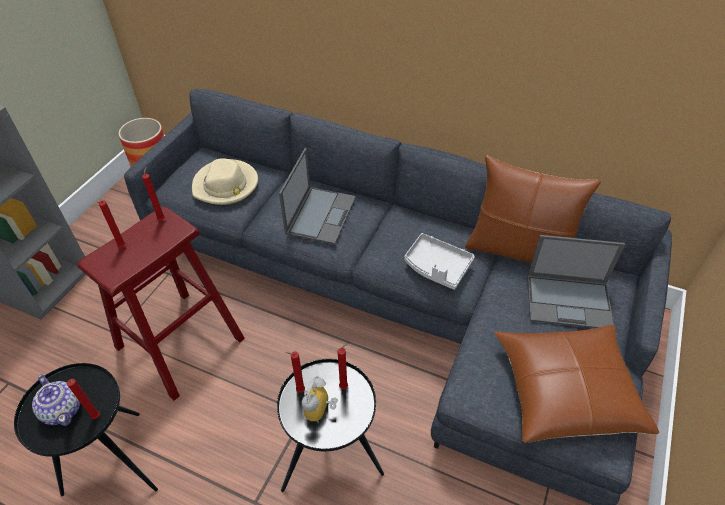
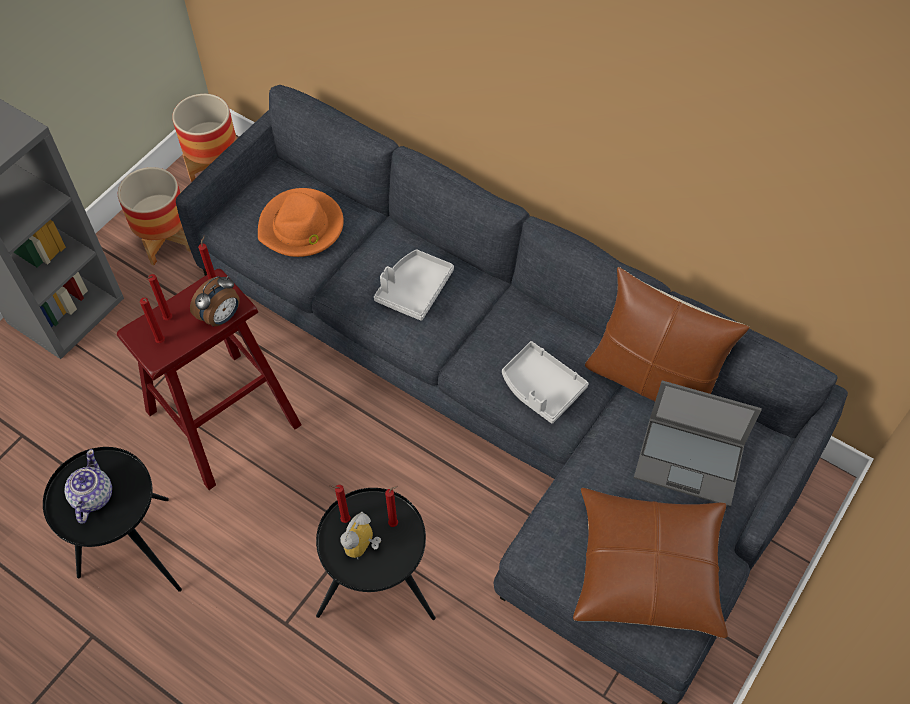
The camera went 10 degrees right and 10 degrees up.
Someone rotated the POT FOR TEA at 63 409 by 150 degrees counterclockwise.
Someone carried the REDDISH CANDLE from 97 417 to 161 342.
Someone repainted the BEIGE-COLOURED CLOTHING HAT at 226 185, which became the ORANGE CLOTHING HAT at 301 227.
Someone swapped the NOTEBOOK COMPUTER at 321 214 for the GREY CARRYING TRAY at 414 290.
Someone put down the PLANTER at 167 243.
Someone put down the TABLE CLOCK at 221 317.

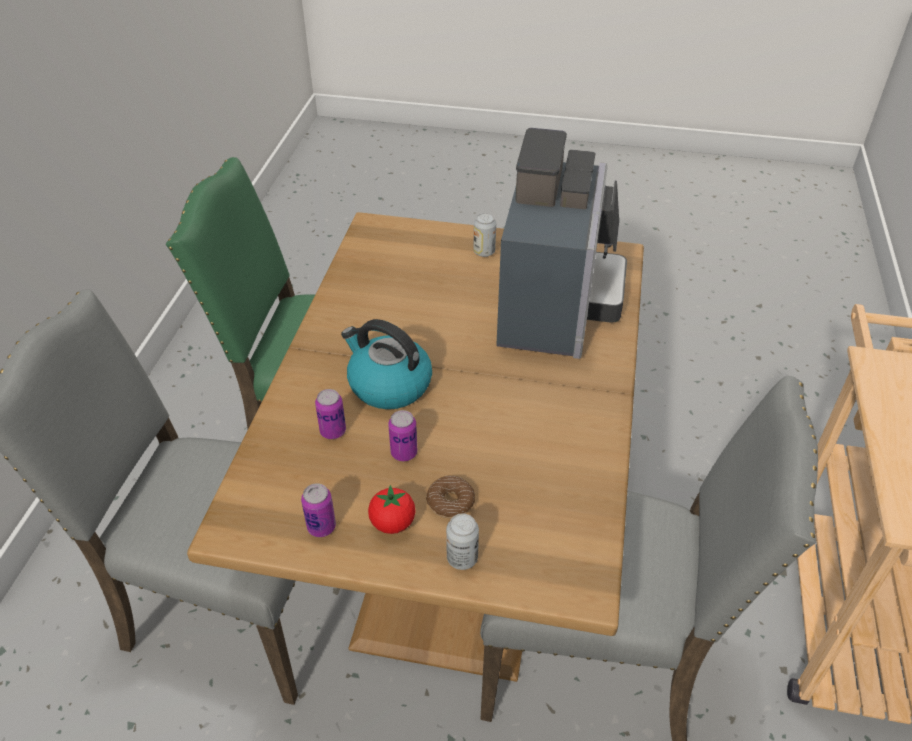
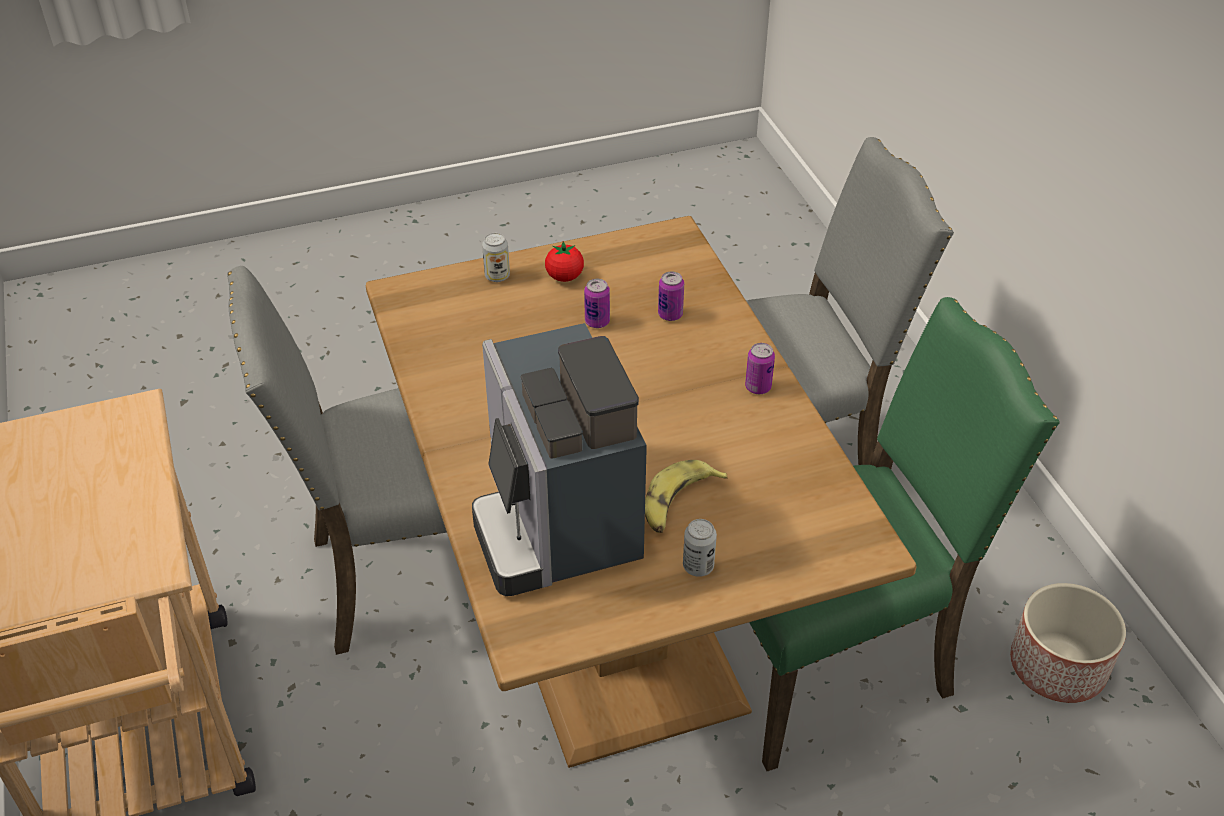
The camera went 150 degrees right and 0 degrees up.
Someone carried the SEALED CAN from 321 527 to 758 387.
Someone took away the KETTLE at 388 385.
Someone took away the RING DOUGHNUT at 450 502.
Someone put down the WHOLE BANANA at 678 503.
Someone put down the PLANTER at 1057 667.

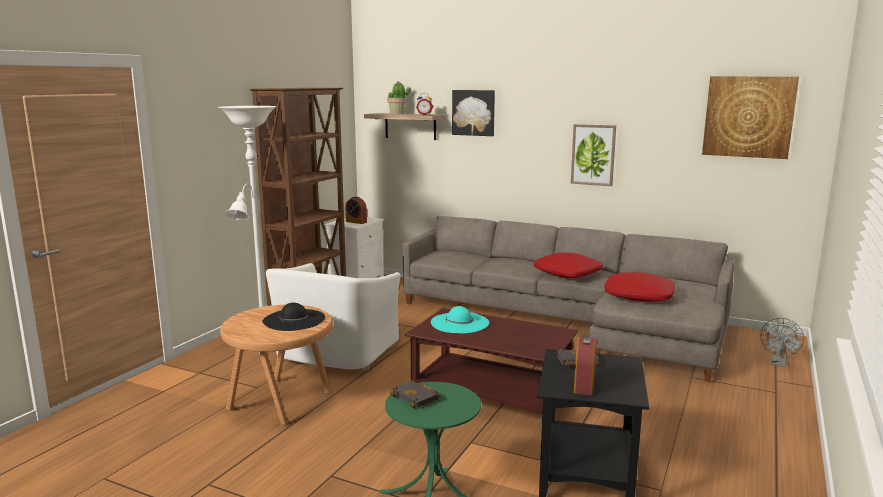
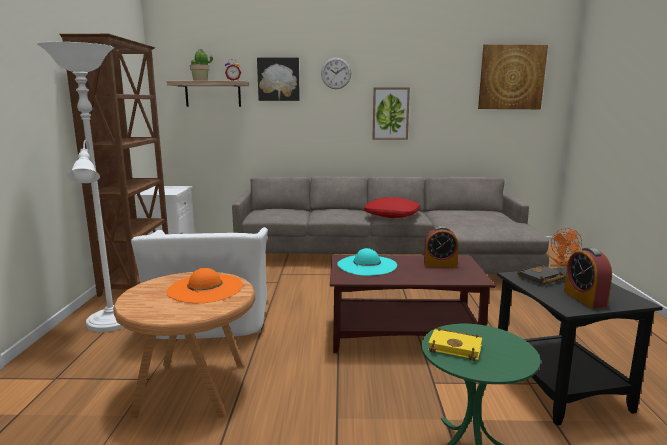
The camera went 25 degrees left and 0 degrees up.
Someone repainted the BLACK-COLOURED CLOTHING HAT at 294 320, which became the ORANGE CLOTHING HAT at 205 288.
Someone carried the TABLE CLOCK from 356 222 to 440 264.
Someone repainted the BLACK-COLOURED BOOK at 417 398, which became the YELLOWISH BOOK at 456 347.
Someone took away the REDDISH THROW PILLOW at 639 296.
Someone repainted the GREY FAN at 778 363, which became the ORANGE FAN at 562 264.
Someone put up the HANGING CLOCK at 336 73.

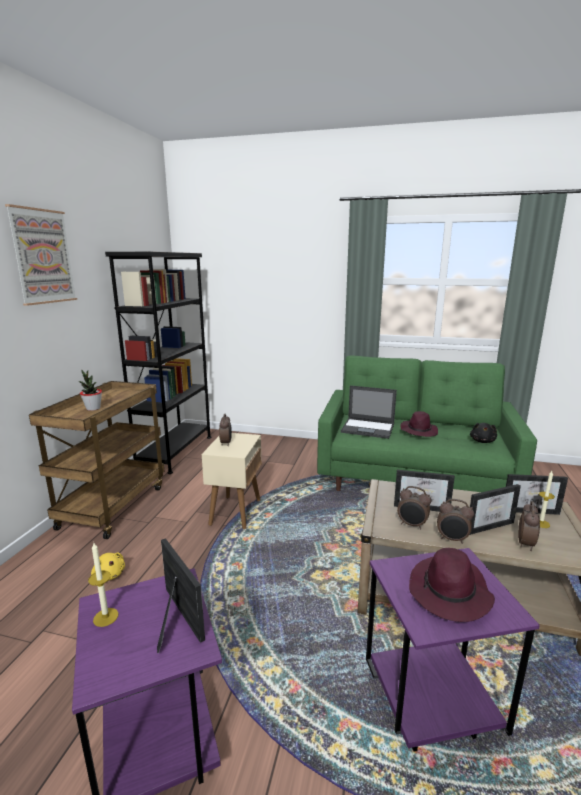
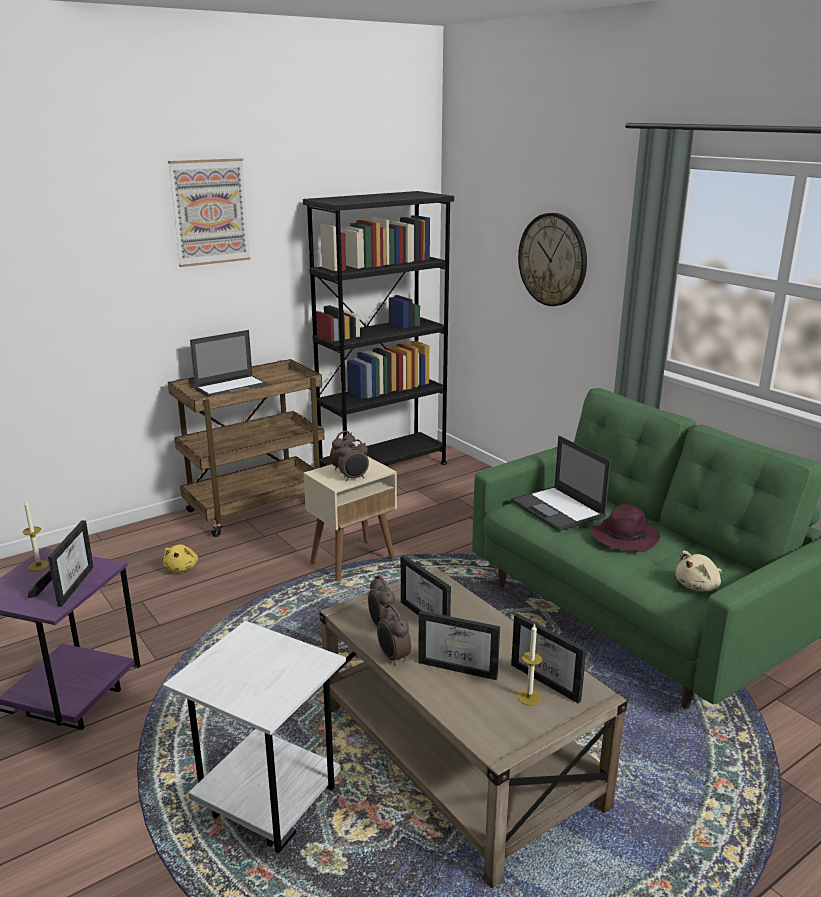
The camera went 40 degrees right and 5 degrees up.
Someone swapped the POTTED PLANT at 93 408 for the NOTEBOOK COMPUTER at 235 389.
Someone repainted the PURPLE-COLOURED ACCENT TABLE at 430 712, which became the WHITE ACCENT TABLE at 266 809.
Someone took away the PURPLE-COLOURED CLOTHING HAT at 449 592.
Someone repainted the BLACK-COLOURED PLUSH TOY at 482 441, which became the BEIGE-COLOURED PLUSH TOY at 698 586.
Someone carried the TABLE CLOCK from 526 544 to 354 478.
Someone put up the HANGING CLOCK at 553 259.

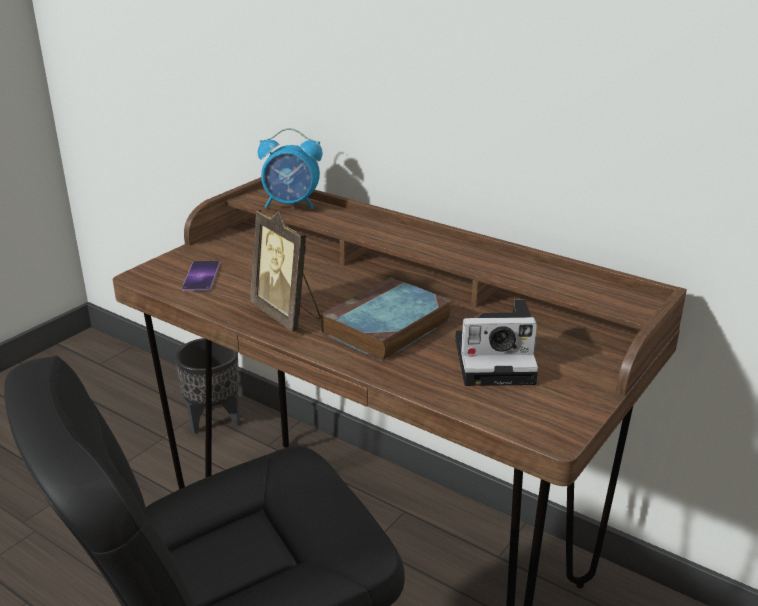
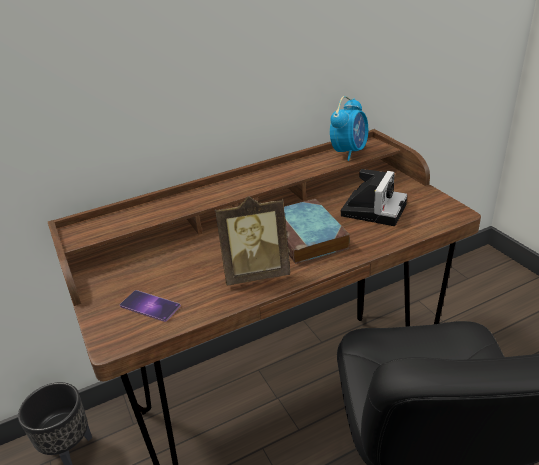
The camera went 60 degrees left and 5 degrees up.
Someone carried the TABLE CLOCK from 291 205 to 349 152.

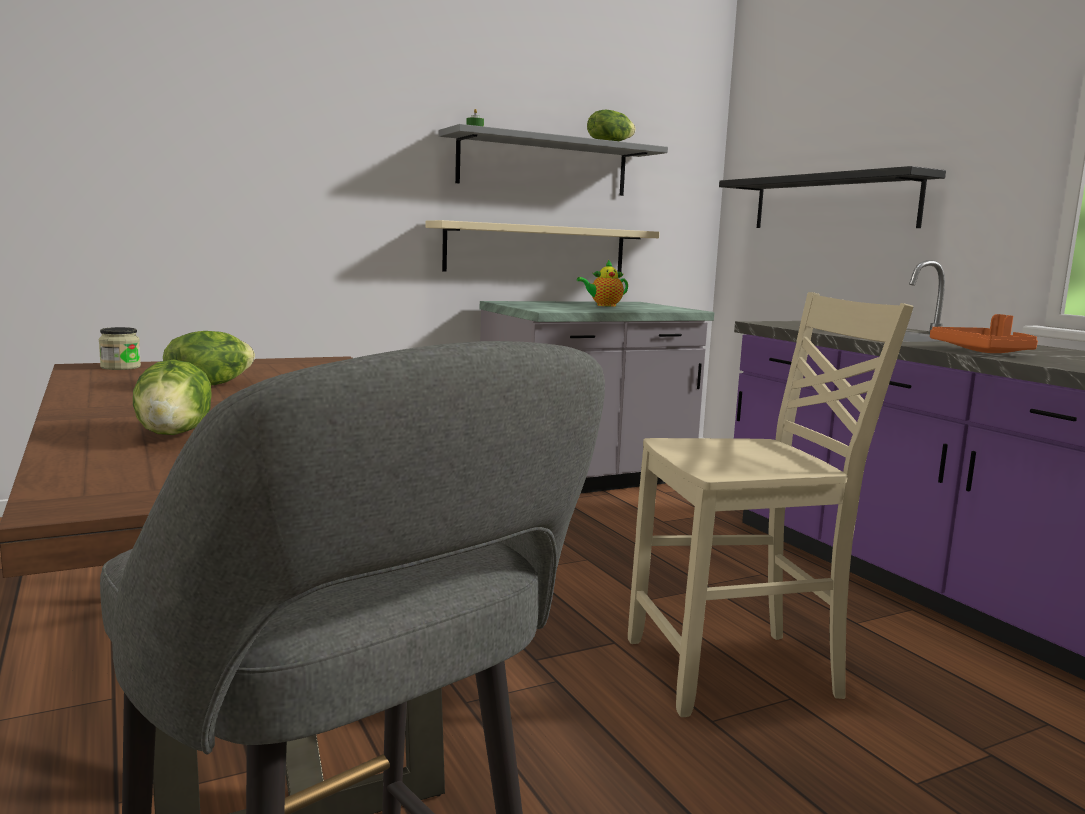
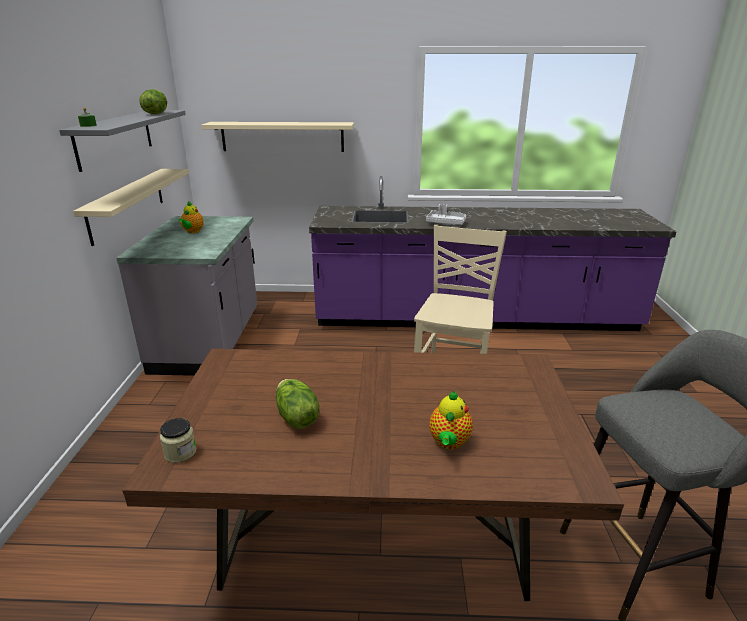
The camera went 60 degrees left and 15 degrees up.
Someone swapped the LETTUCE at 176 433 for the POT FOR TEA at 449 443.
Someone repainted the BLACK-COLOURED BRACKET SHELF at 832 203, which became the BEIGE-COLOURED BRACKET SHELF at 282 136.
Someone repainted the ORANGE CARRYING TRAY at 984 352, which became the GREY CARRYING TRAY at 445 223.

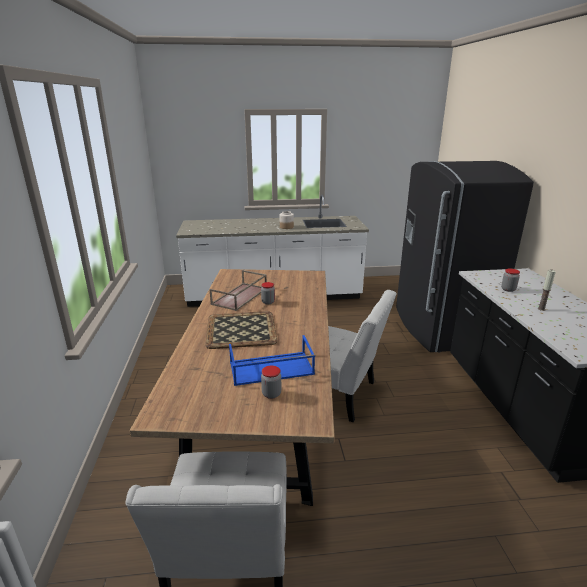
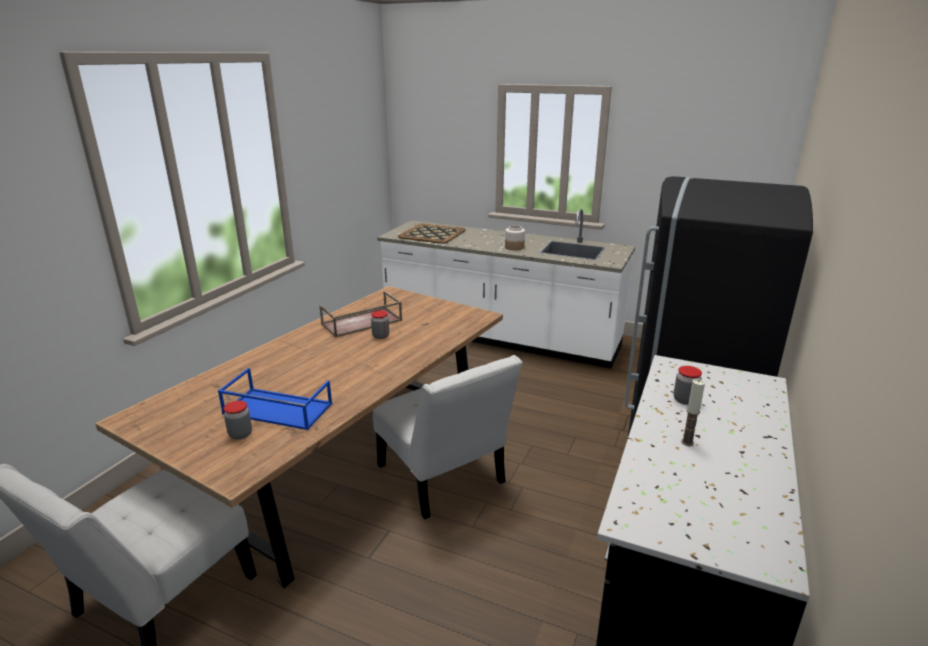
The camera went 30 degrees right and 0 degrees up.
Someone carried the CARRYING TRAY from 242 330 to 432 234.

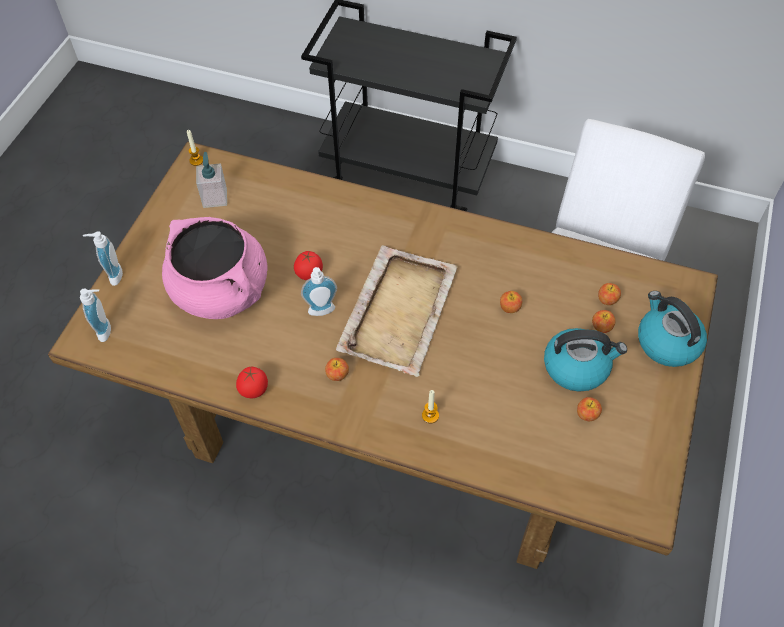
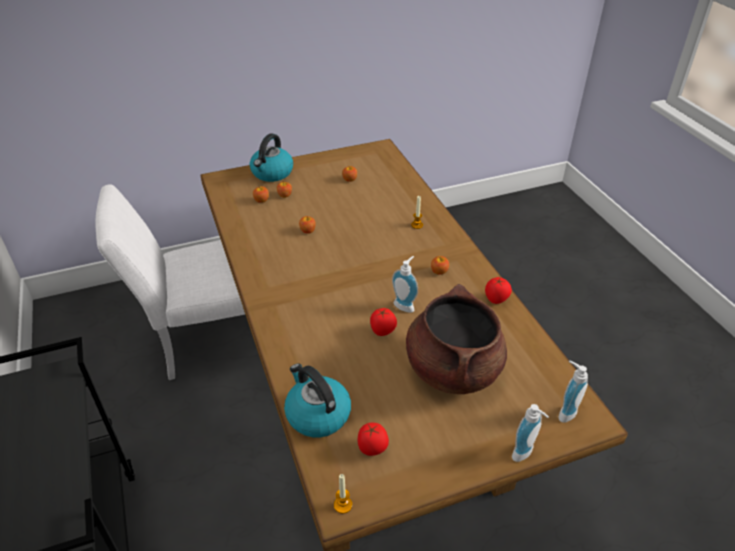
The camera went 130 degrees left and 15 degrees down.
Someone repainted the PINKISH COOKING POT at 222 291, which became the BROWN COOKING POT at 452 369.
Someone swapped the SOAP DISPENSER at 215 197 for the FRESH TOMATO at 372 448.
Someone took away the BEIGE-COLOURED CARRYING TRAY at 399 310.
Someone carried the KETTLE from 577 367 to 317 414.

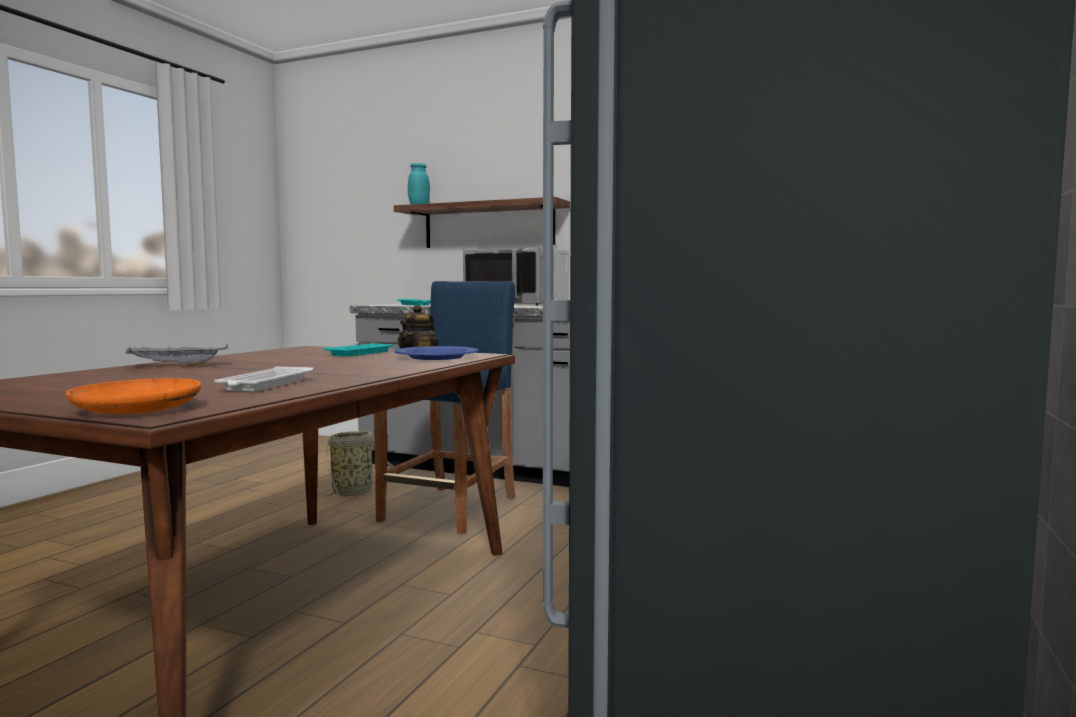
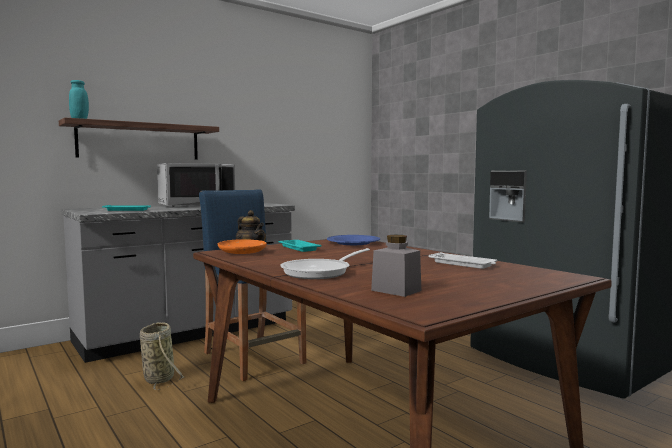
The camera went 60 degrees left and 0 degrees up.
Someone carried the ORANGE PLATE from 138 410 to 242 252.
Someone swapped the GREY CARRYING TRAY at 176 366 for the PAN at 321 272.
Someone put down the GREY PRESERVE JAR at 396 290.

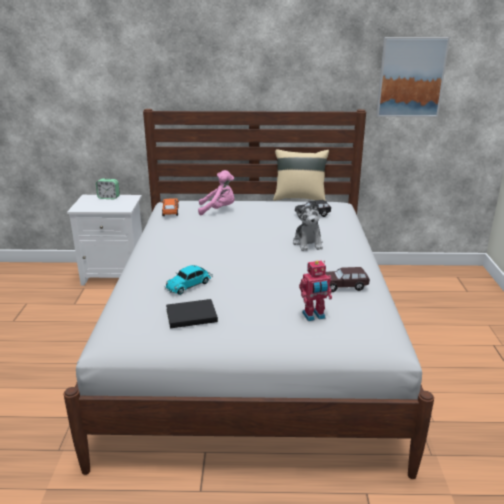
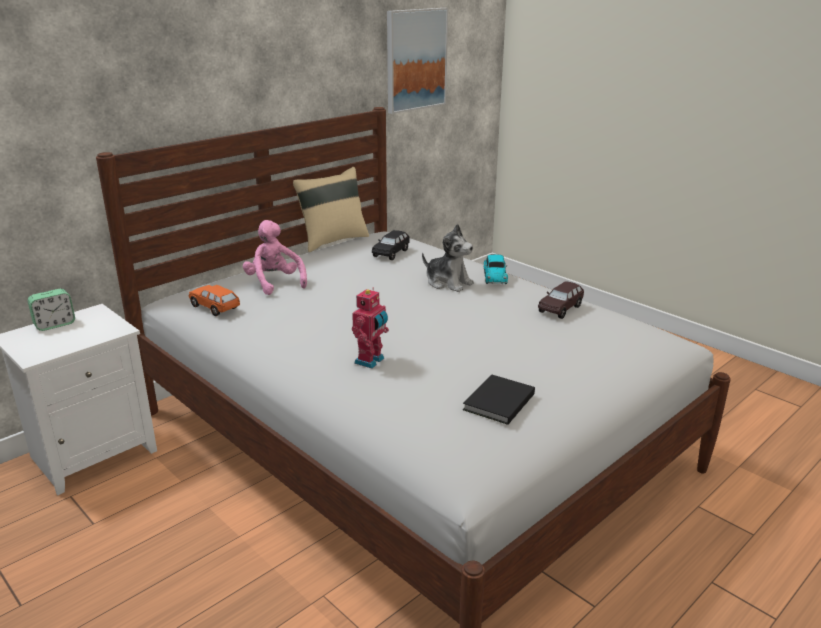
The camera went 45 degrees left and 0 degrees up.
Someone carried the TOY CAR from 189 285 to 494 276.
Someone rotated the PINKISH PLUSH TOY at 218 210 by 75 degrees counterclockwise.
Someone carried the MODEL ROBOT from 314 316 to 371 361.

